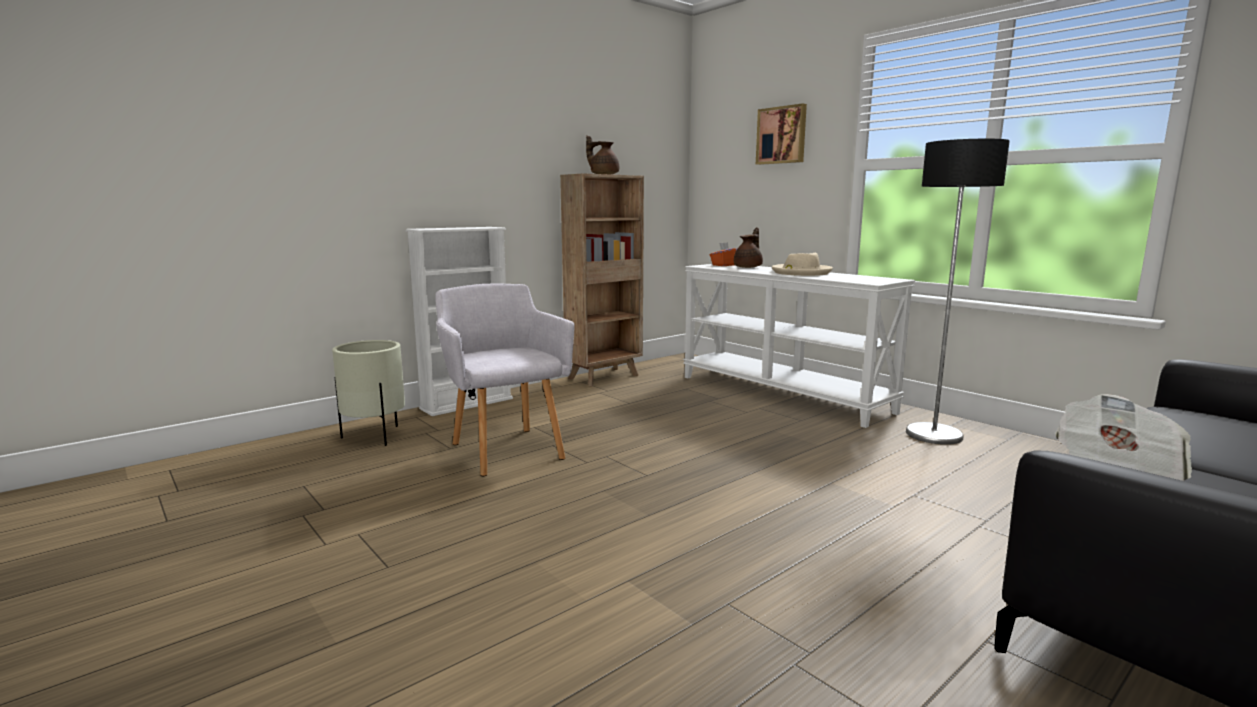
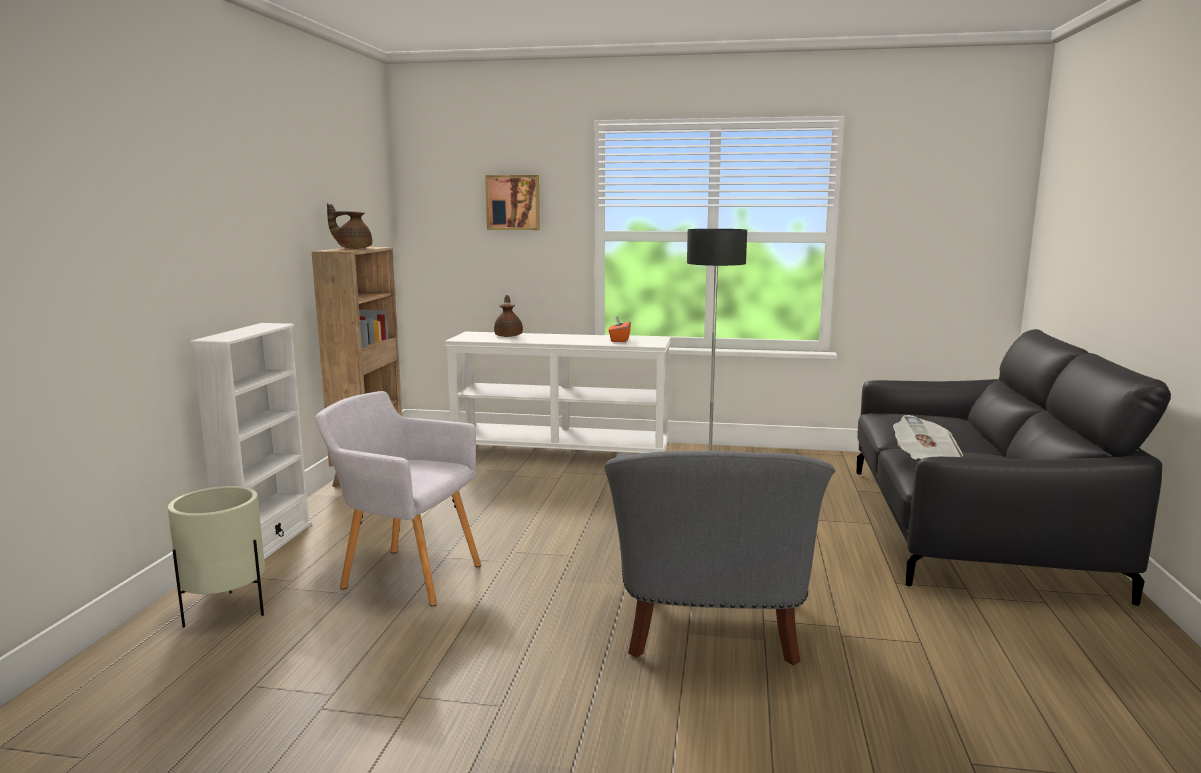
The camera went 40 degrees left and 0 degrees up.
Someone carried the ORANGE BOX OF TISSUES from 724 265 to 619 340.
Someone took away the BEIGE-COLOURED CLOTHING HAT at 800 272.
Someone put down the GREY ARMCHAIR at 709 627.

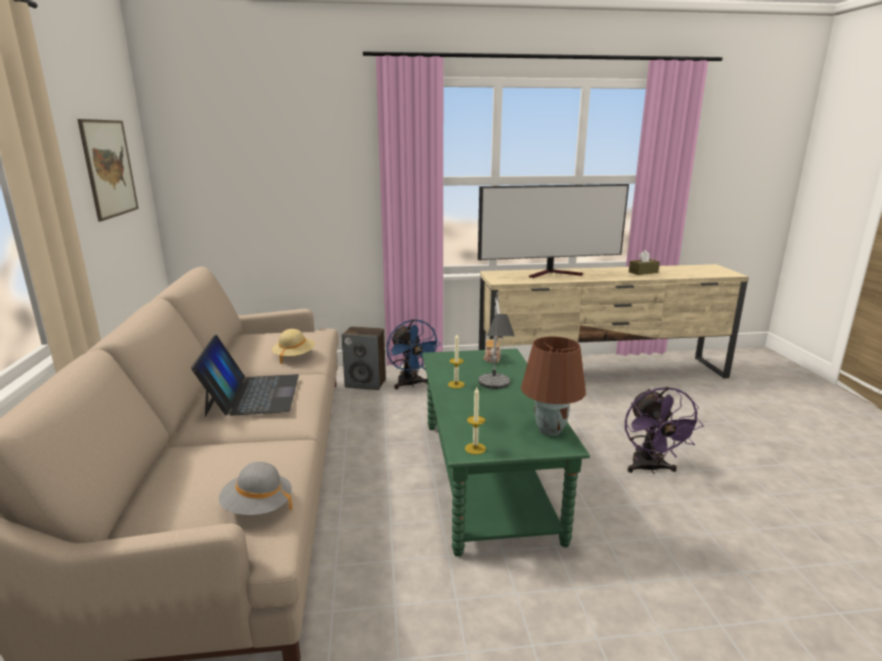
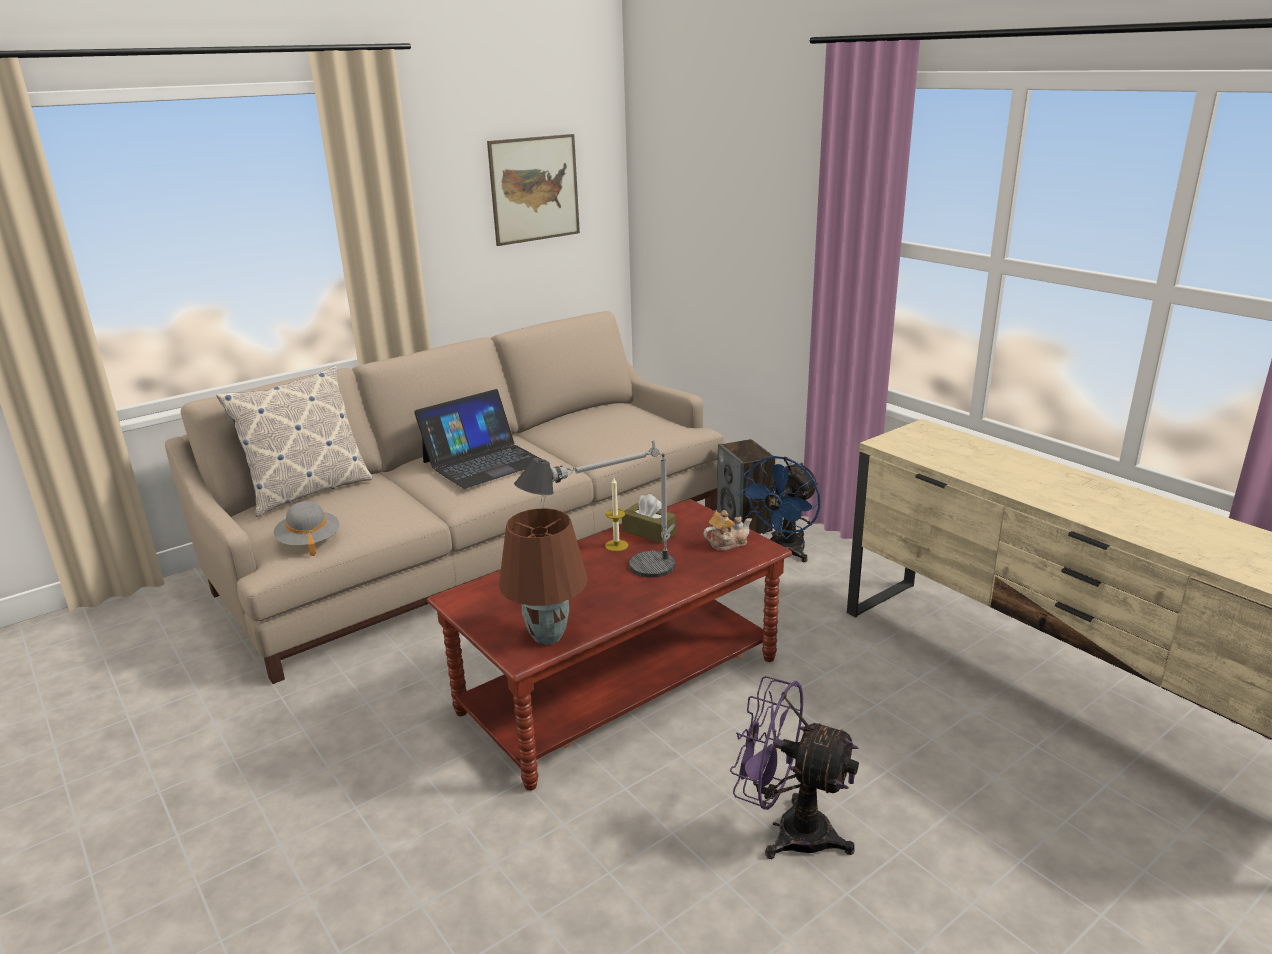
The camera went 60 degrees right and 5 degrees up.
Someone took away the BEIGE-COLOURED CLOTHING HAT at 294 356.
Someone repainted the GREEN LOUNGE TABLE at 487 477, which became the BROWN LOUNGE TABLE at 621 685.
Someone took away the CANDLE at 475 448.
Someone took away the TV SET at 554 273.
Someone rotated the PURPLE-COLOURED FAN at 650 469 by 60 degrees clockwise.
Someone carried the BROWN BOX OF TISSUES from 643 272 to 649 532.
Someone put down the THROW PILLOW at 308 492.

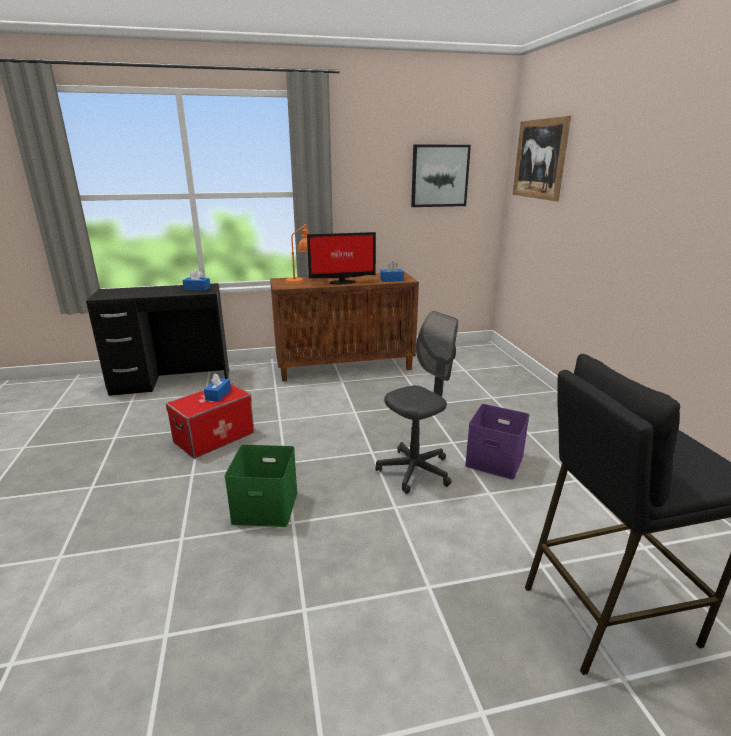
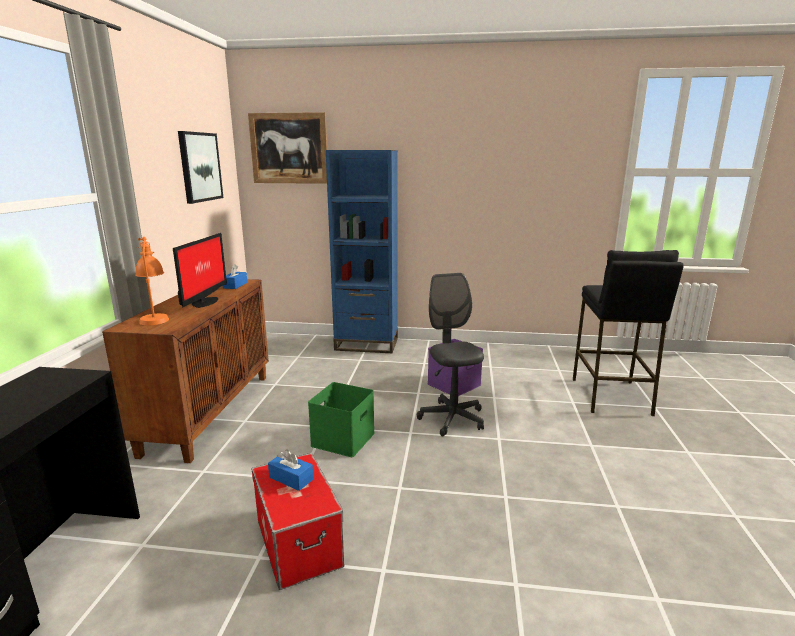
The camera went 70 degrees left and 5 degrees down.
Someone took away the BLUE-COLOURED BOX OF TISSUES at 197 288.
Someone carried the GREEN STORAGE BIN from 267 506 to 342 438.
Someone put down the BLUE-COLOURED SHELVING UNIT at 366 344.

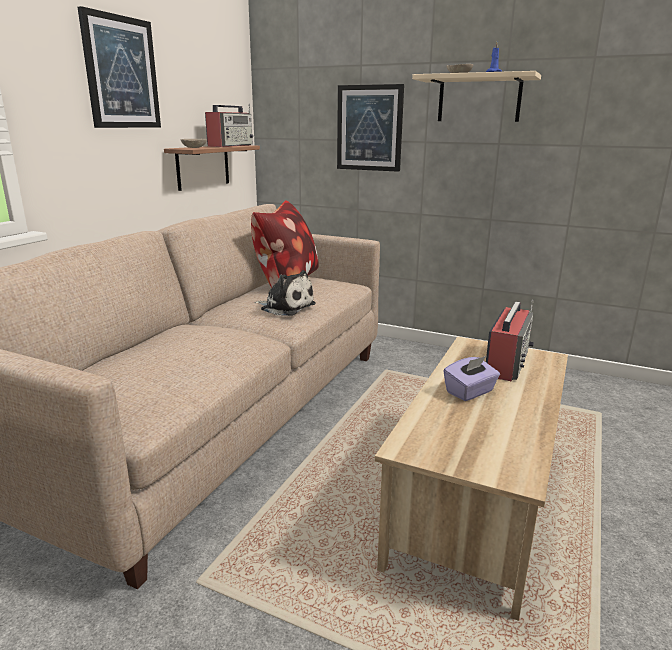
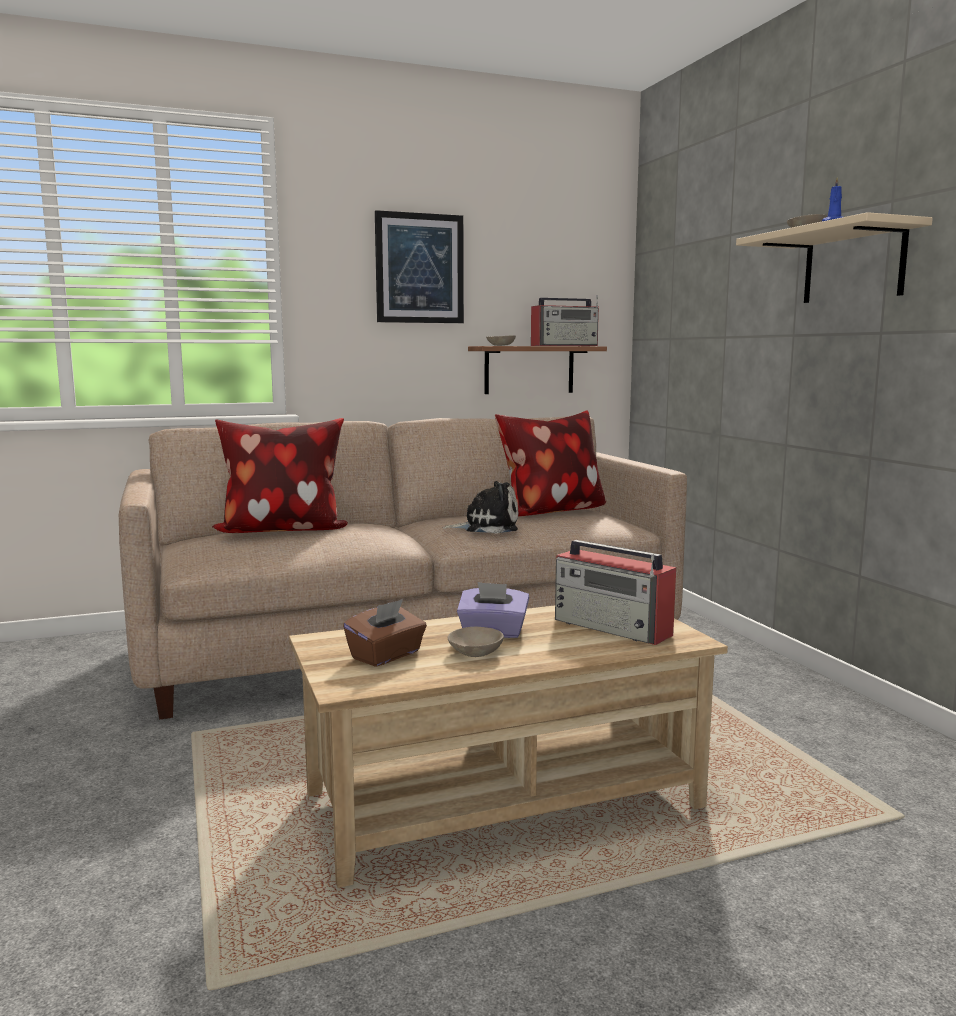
The camera went 45 degrees right and 10 degrees down.
Someone rotated the PLUSH TOY at 285 307 by 75 degrees counterclockwise.
Someone took away the PICTURE at 369 128.
Someone rotated the RADIO SET at 507 363 by 60 degrees clockwise.
Someone put down the THROW PILLOW at 282 530.
Someone put down the BROWN BOX OF TISSUES at 386 655.
Someone put down the BEIGE-COLOURED SERVING BOWL at 477 652.

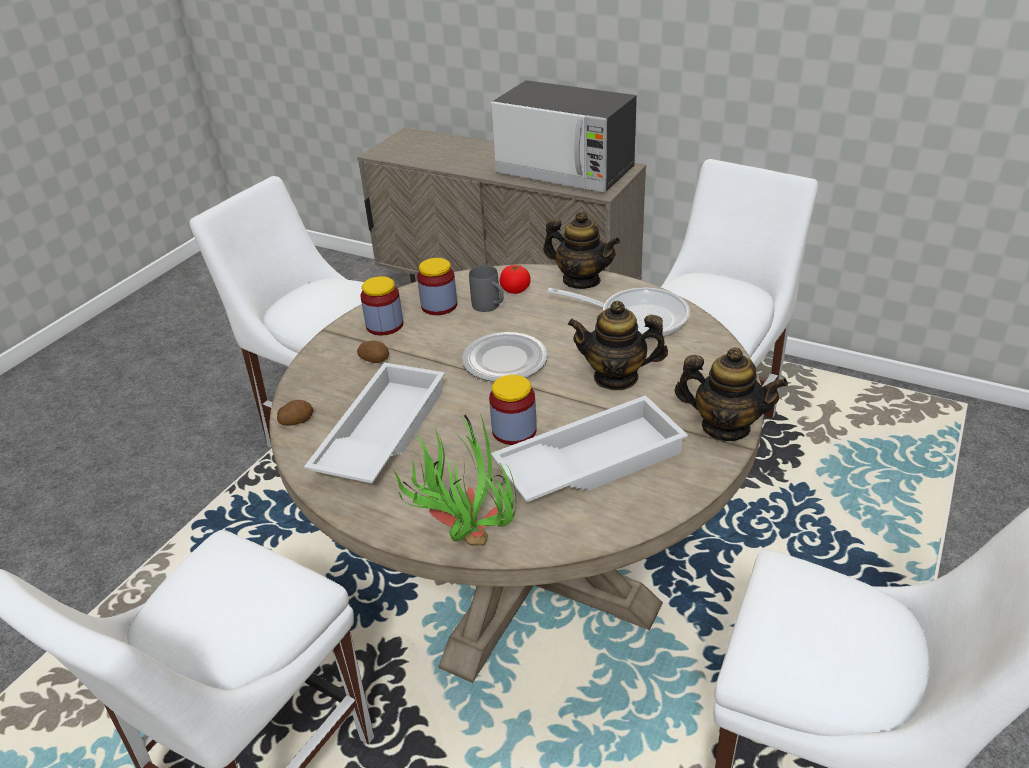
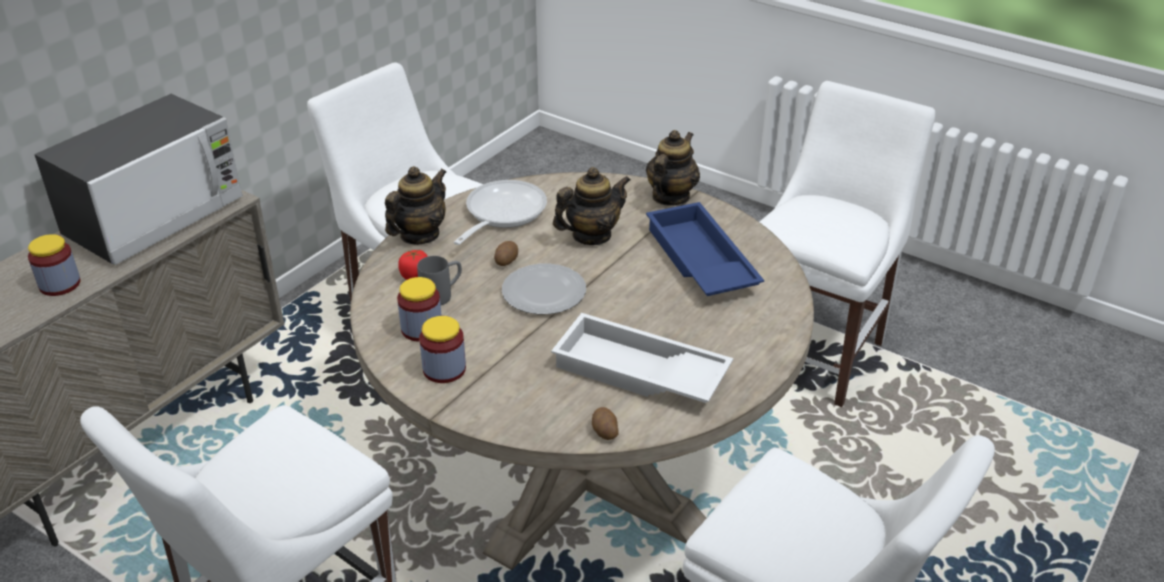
The camera went 85 degrees left and 0 degrees up.
Someone carried the WHOLE POTATO from 375 359 to 506 261.
Someone took away the POTTED PLANT at 463 537.
Someone carried the PRESERVE JAR from 514 431 to 60 284.
Someone repainted the WHITE CARRYING TRAY at 590 460, which became the BLUE-COLOURED CARRYING TRAY at 698 261.
Someone rotated the POT FOR TEA at 616 377 by 135 degrees counterclockwise.

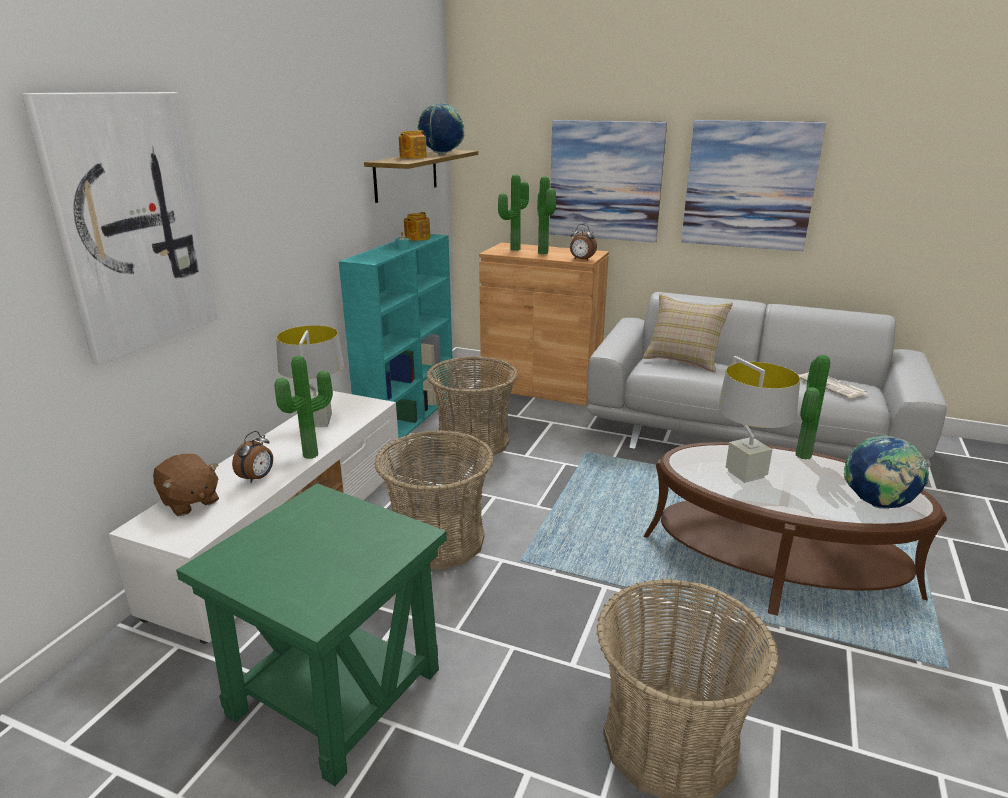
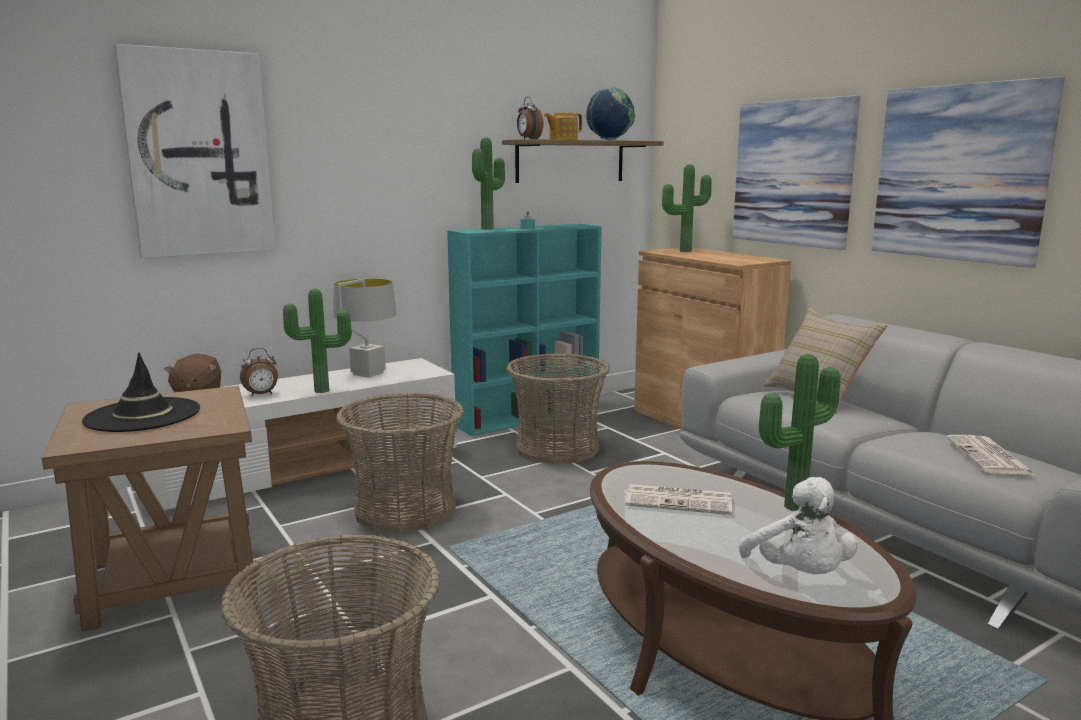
The camera went 35 degrees right and 10 degrees down.
Someone repainted the GREEN ACCENT TABLE at 336 690, which became the BROWN ACCENT TABLE at 175 576.
Someone took away the POT FOR TEA at 417 238.
Someone carried the POTTED PLANT from 545 253 to 489 228.
Someone carried the TABLE CLOCK from 581 260 to 528 139.
Someone swapped the GREY LAMP FOR A TABLE at 745 474 for the NEWSPAPER at 680 500.
Someone swapped the DESK GLOBE at 877 505 for the WHITE PLUSH TOY at 799 574.
Someone put down the BLACK-COLOURED CLOTHING HAT at 143 415.

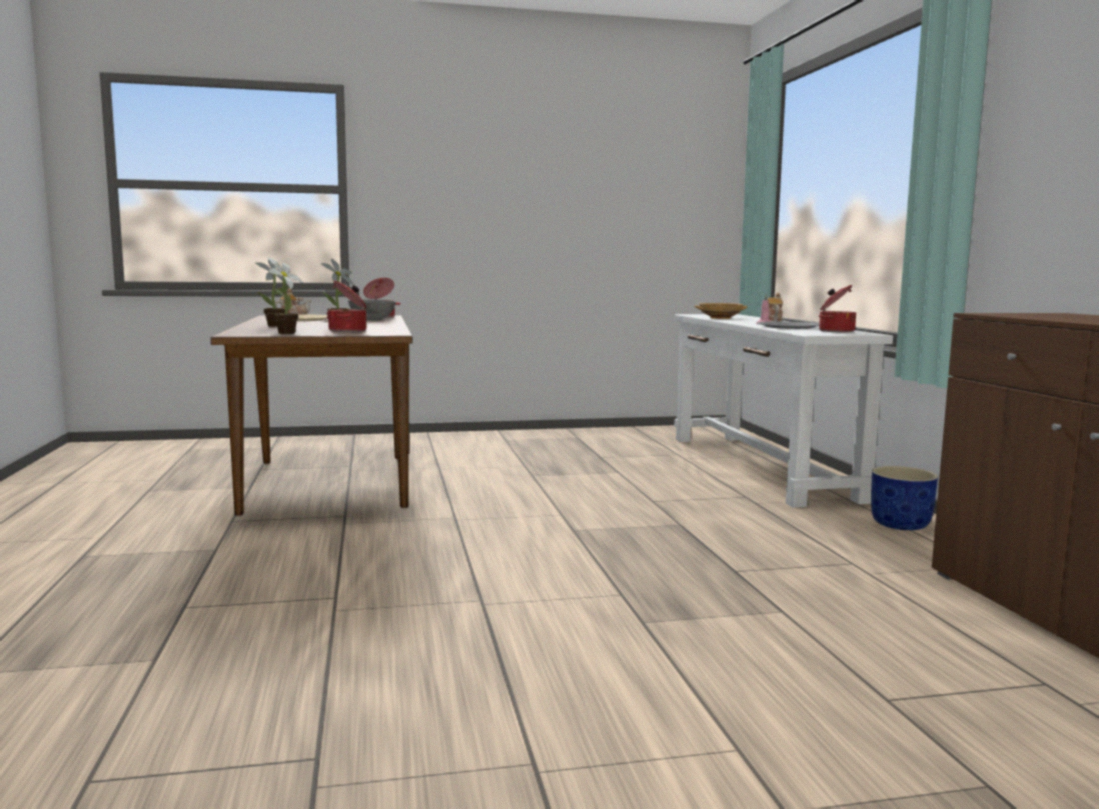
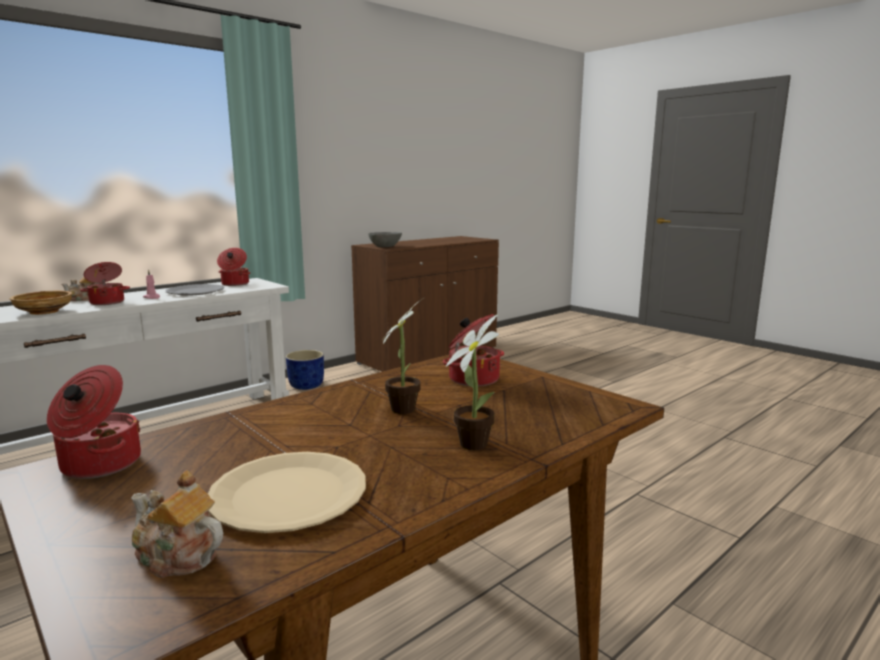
The camera went 120 degrees left and 5 degrees up.
Someone took away the POTTED PLANT at 284 333.
Someone carried the GREY SERVING BOWL from 372 320 to 385 246.
Someone put down the COOKING POT at 107 302.

